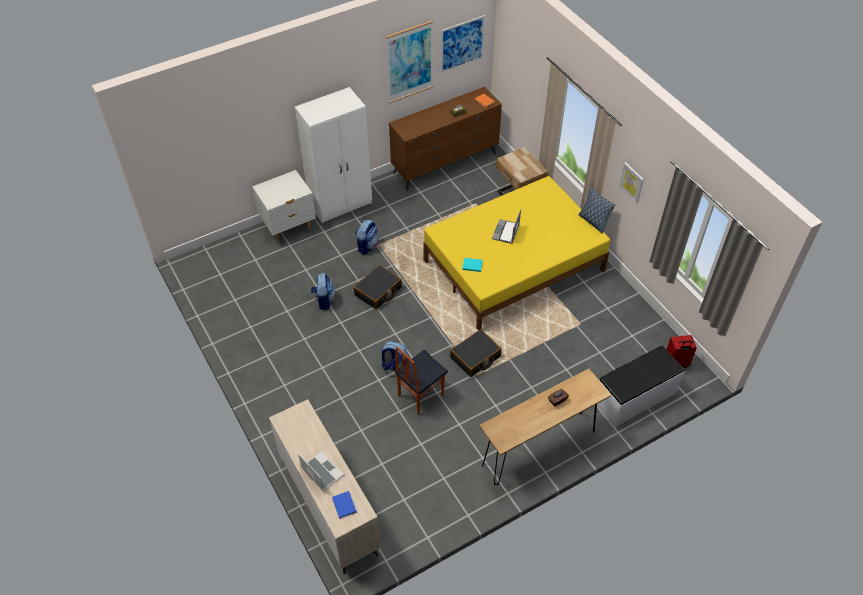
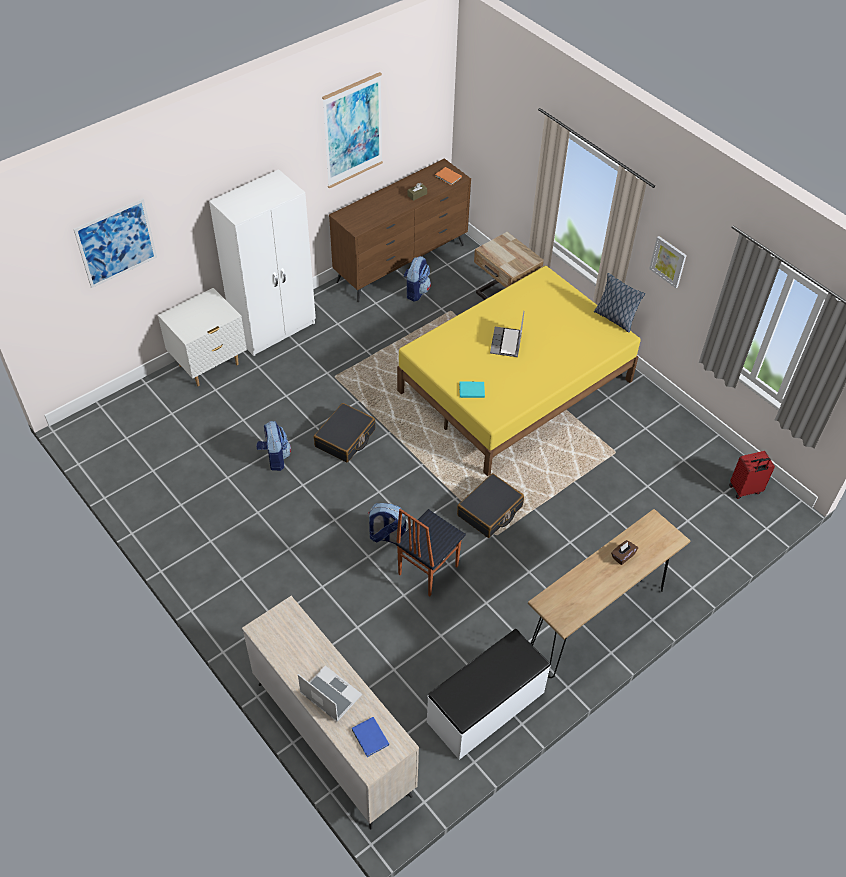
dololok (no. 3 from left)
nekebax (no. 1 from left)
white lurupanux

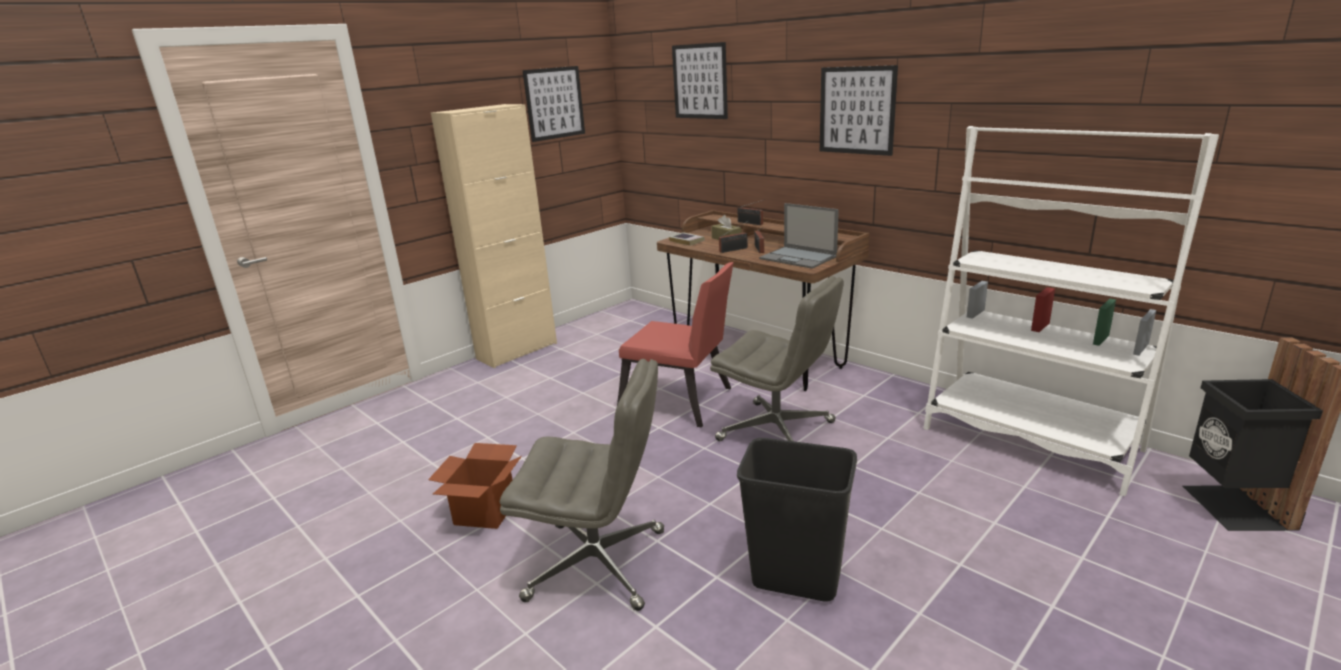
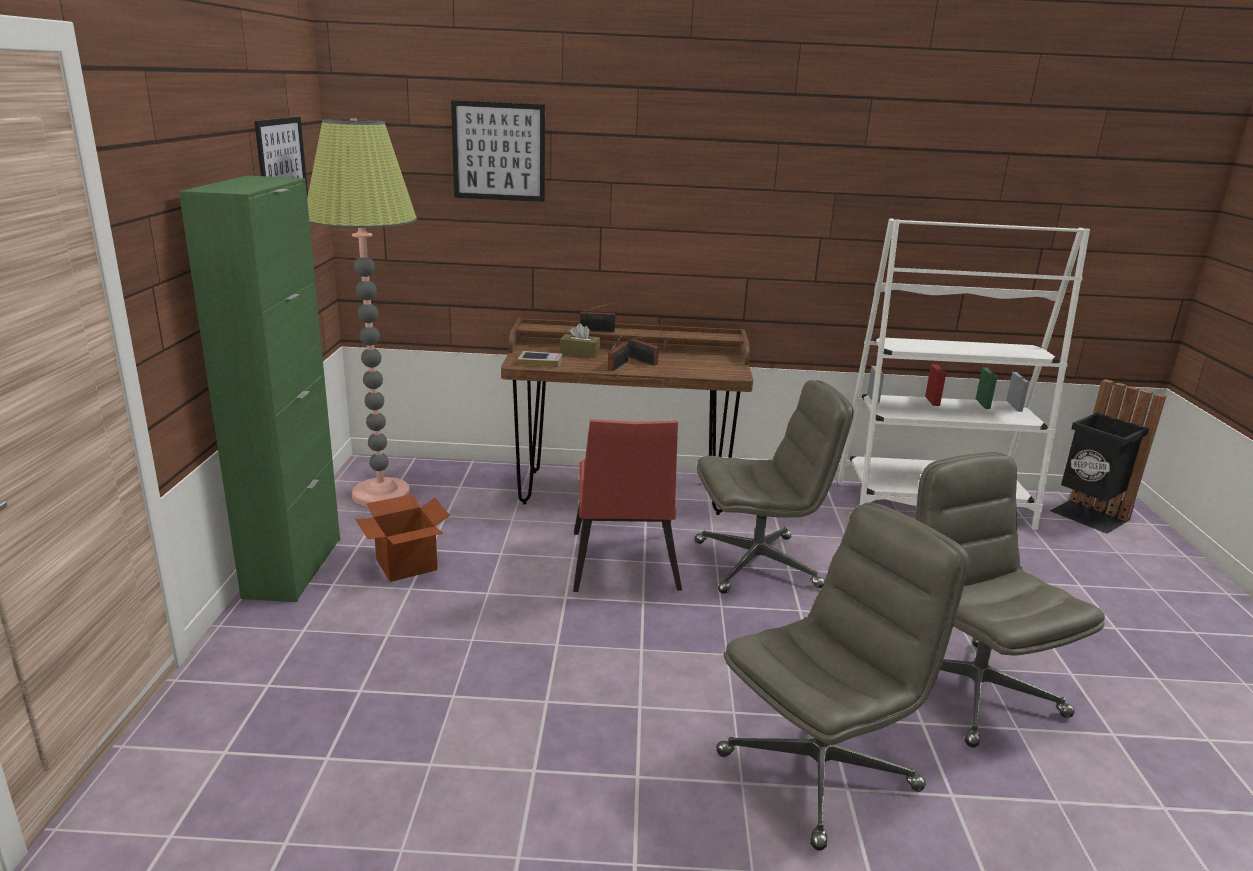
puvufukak
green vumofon
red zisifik
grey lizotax (no. 3 from left)
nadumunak
nekebax (no. 3 from left in the first image)
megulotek

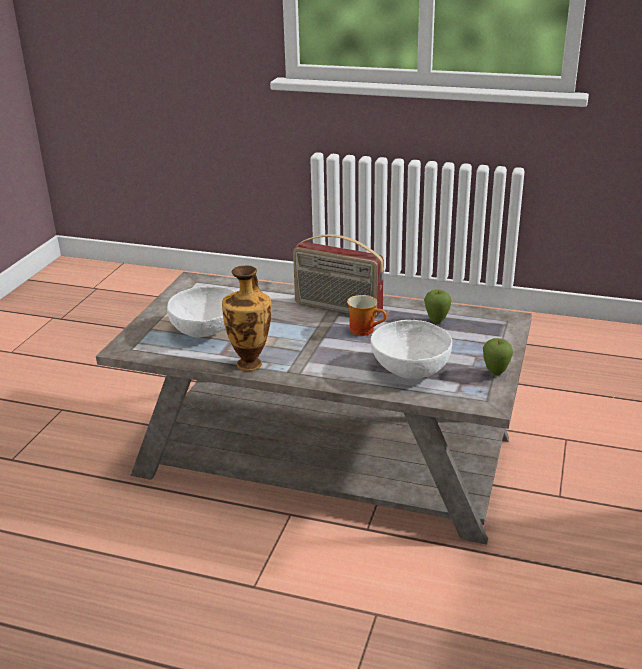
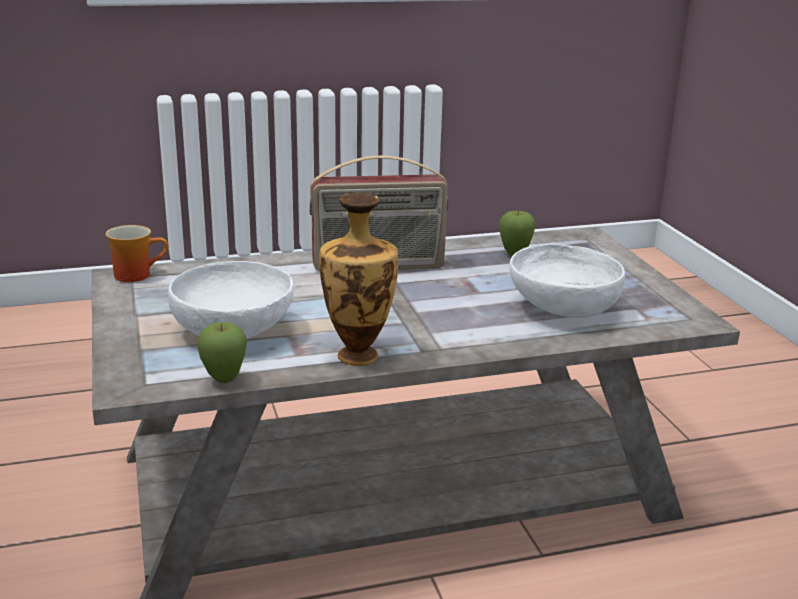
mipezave
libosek (no. 1 from left)

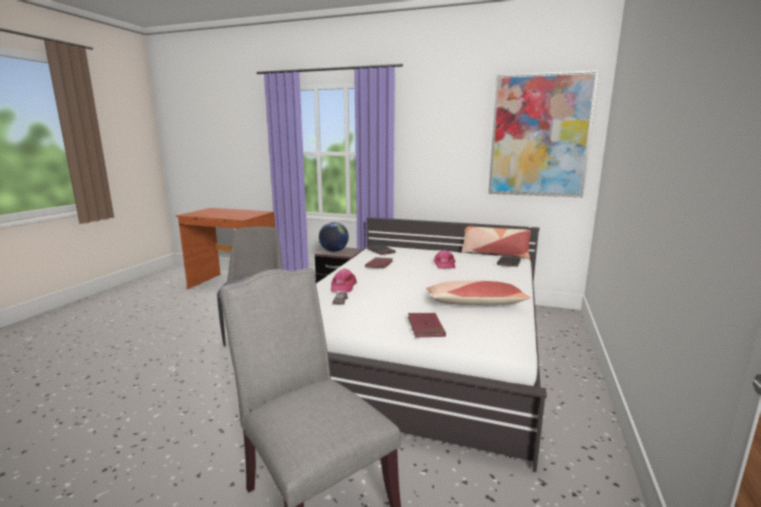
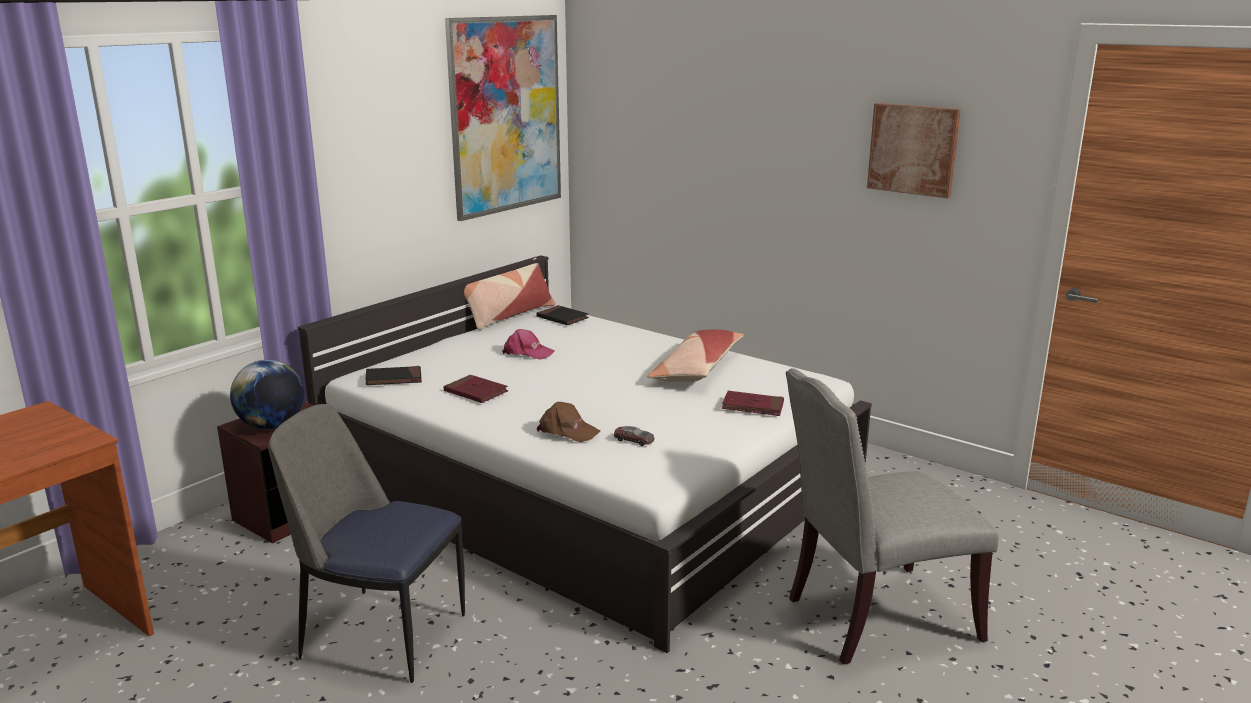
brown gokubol
nekebax (no. 2 from left)

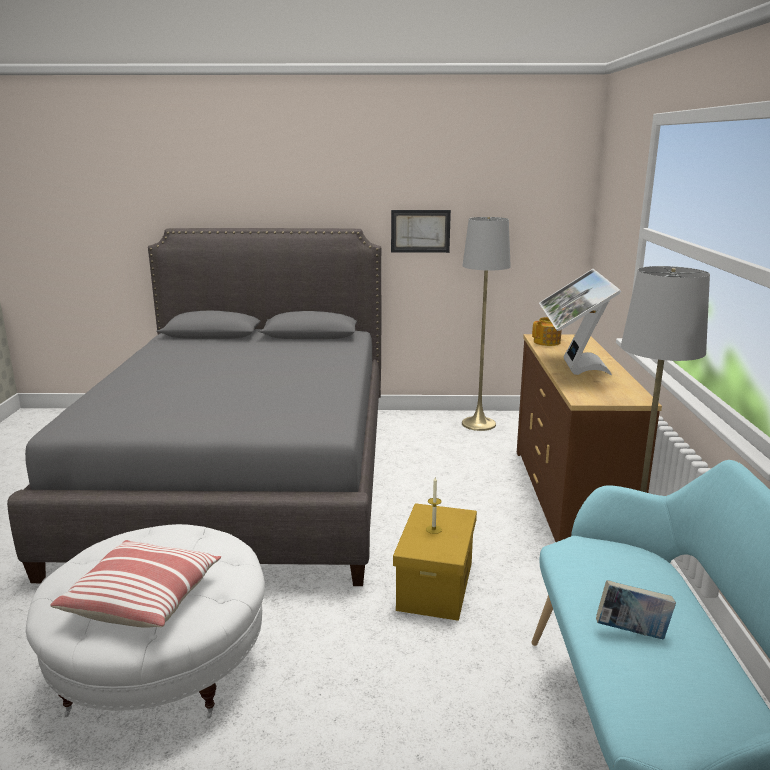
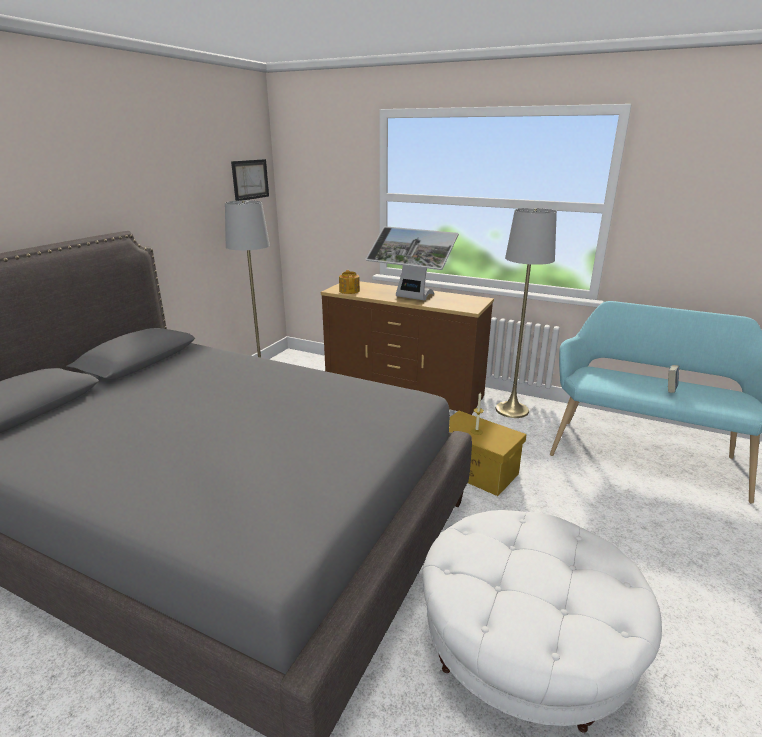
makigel
nekebax

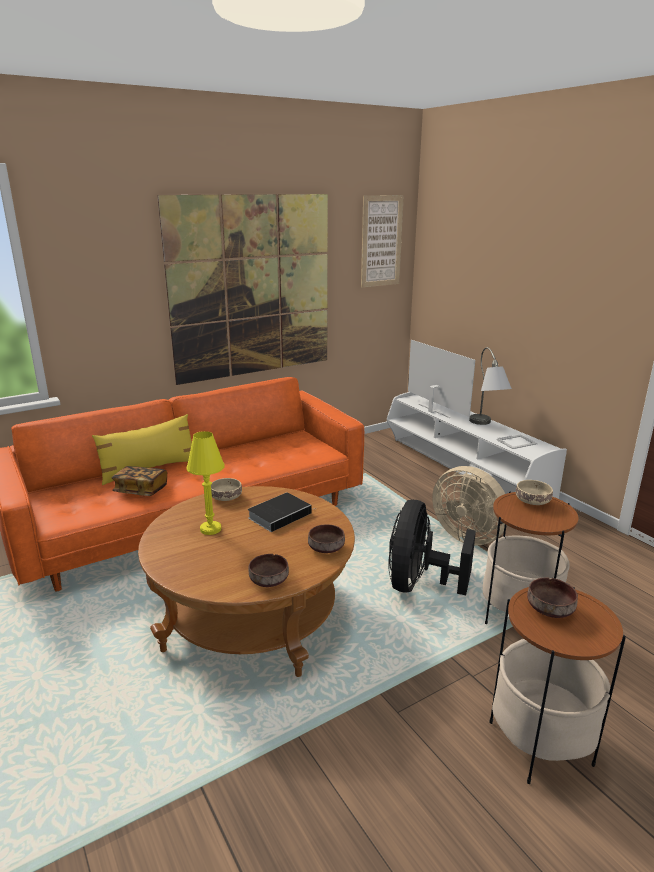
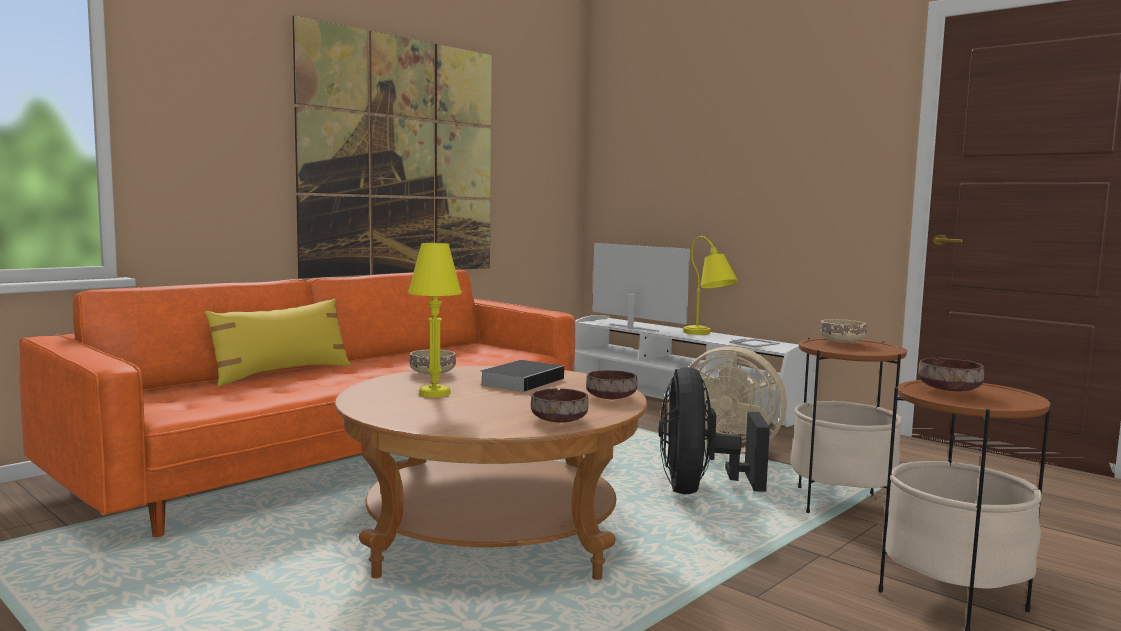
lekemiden (no. 1 from left in the first image)
nekebax (no. 2 from left in the first image)
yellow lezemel (no. 2 from left)

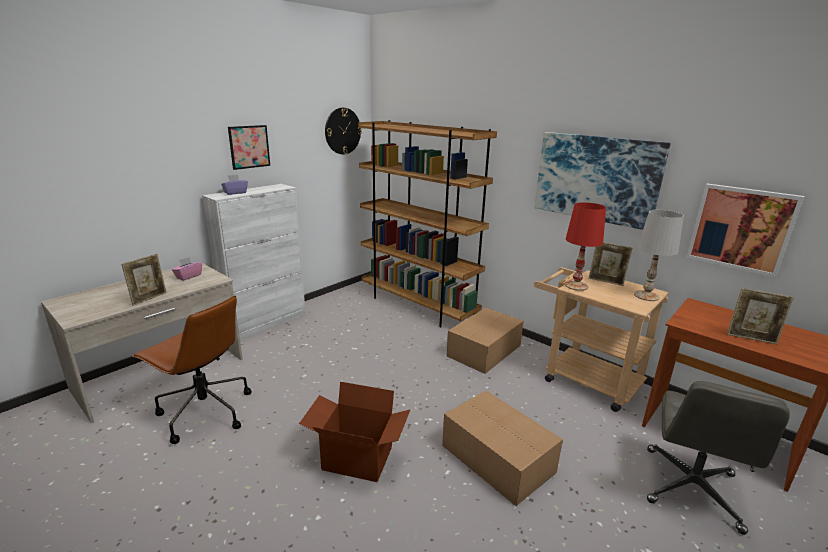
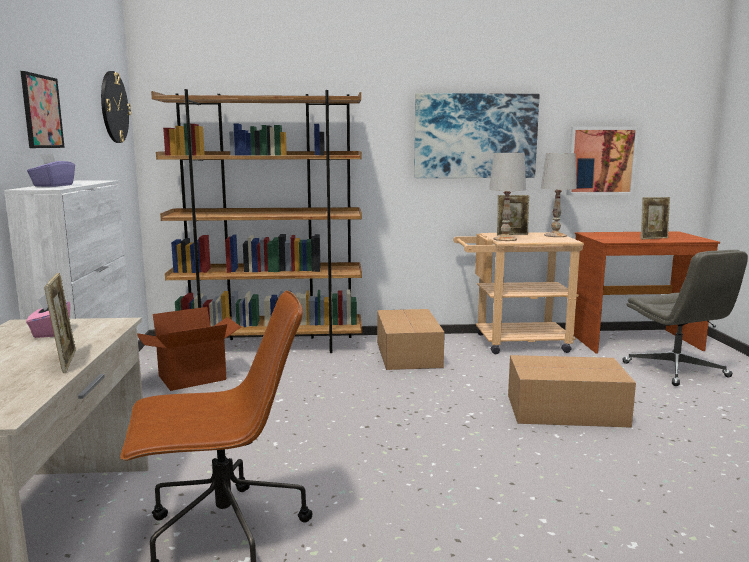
puvufukak (no. 1 from left)
white lezemel (no. 1 from left)

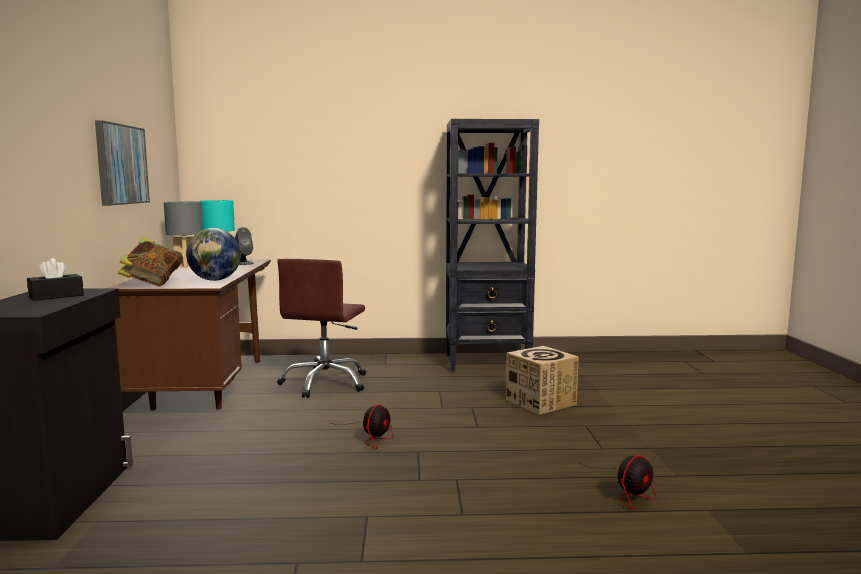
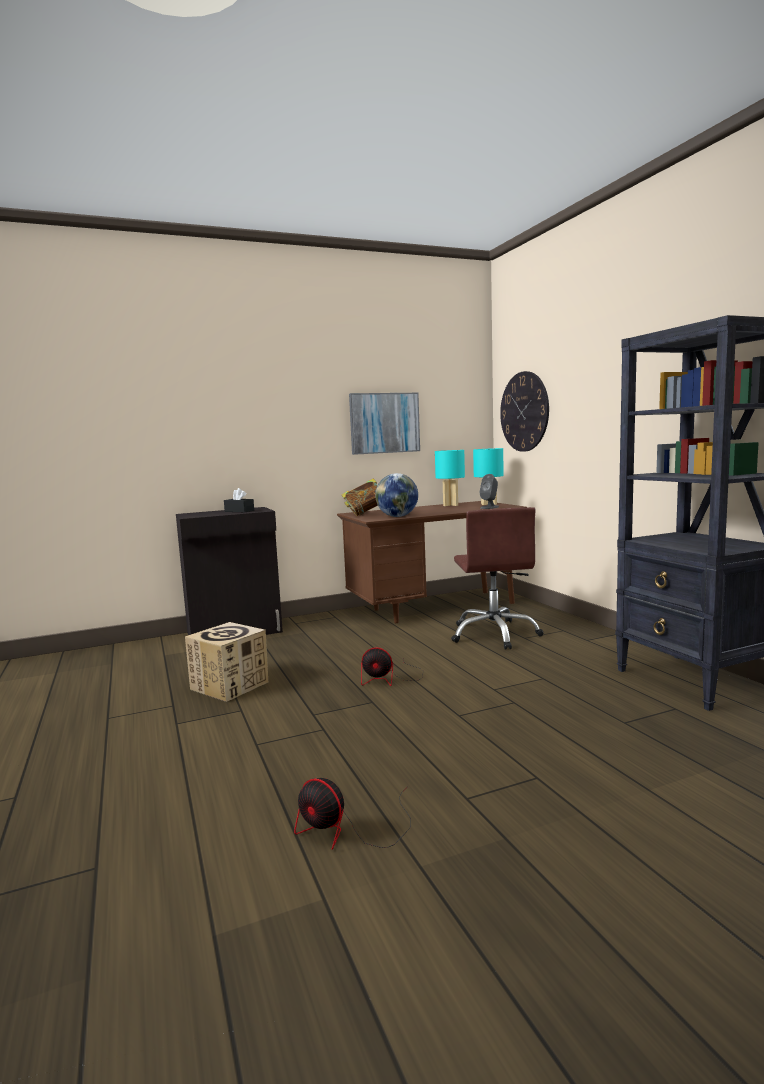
turquoise lezemel (no. 1 from left)
brown lizotax
puvufukak
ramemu

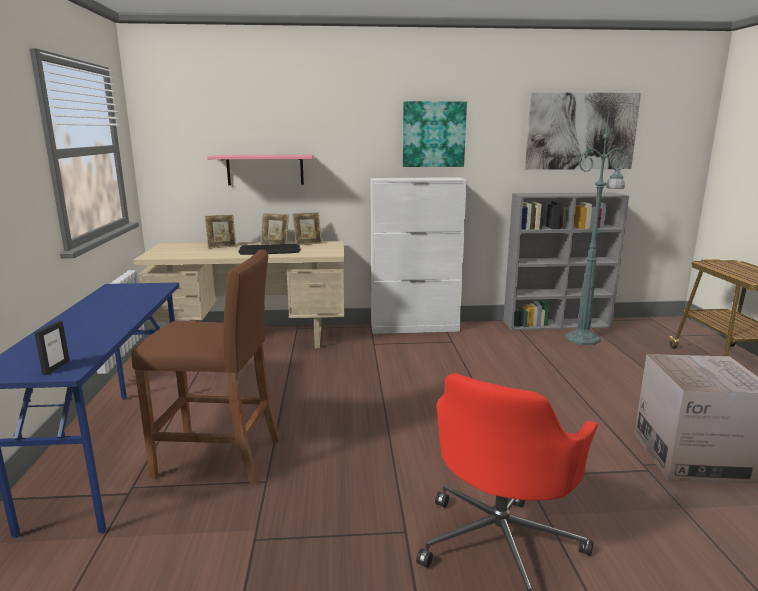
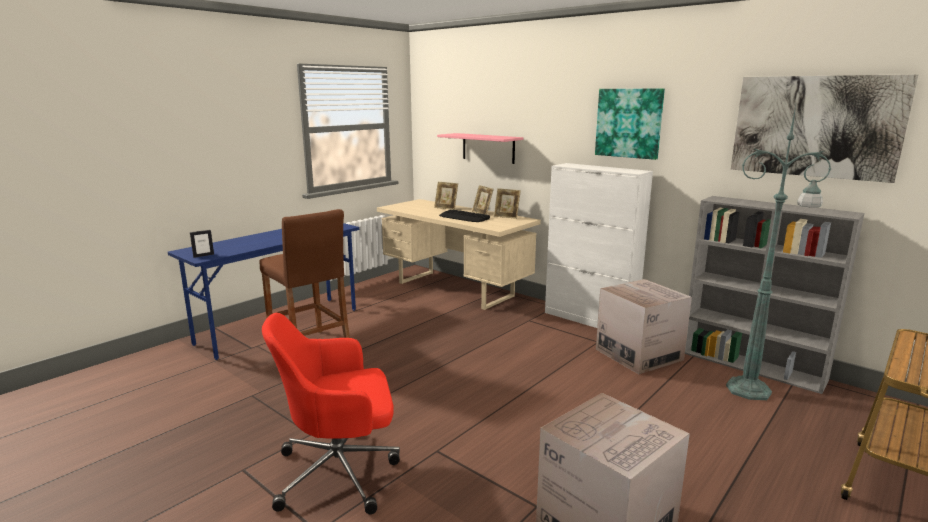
puvufukak (no. 2 from left)

